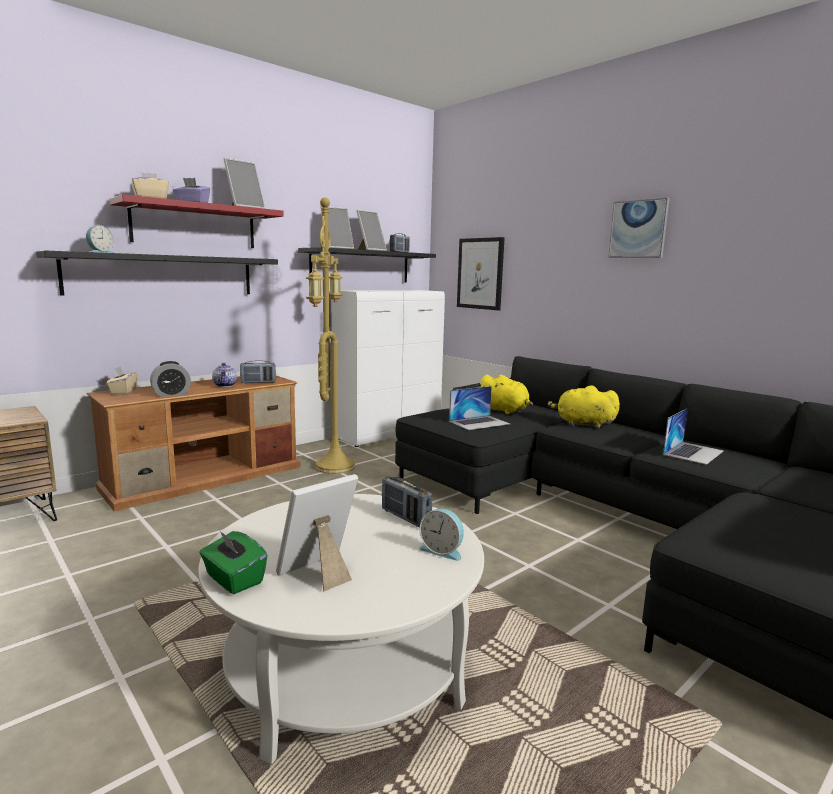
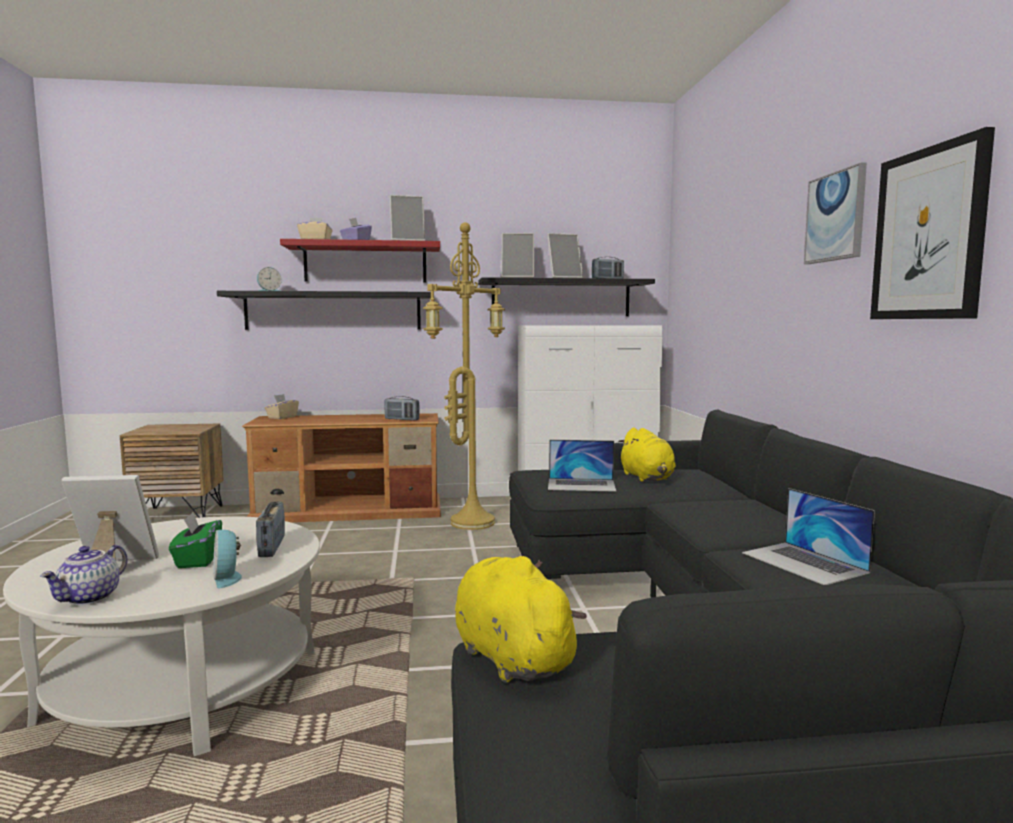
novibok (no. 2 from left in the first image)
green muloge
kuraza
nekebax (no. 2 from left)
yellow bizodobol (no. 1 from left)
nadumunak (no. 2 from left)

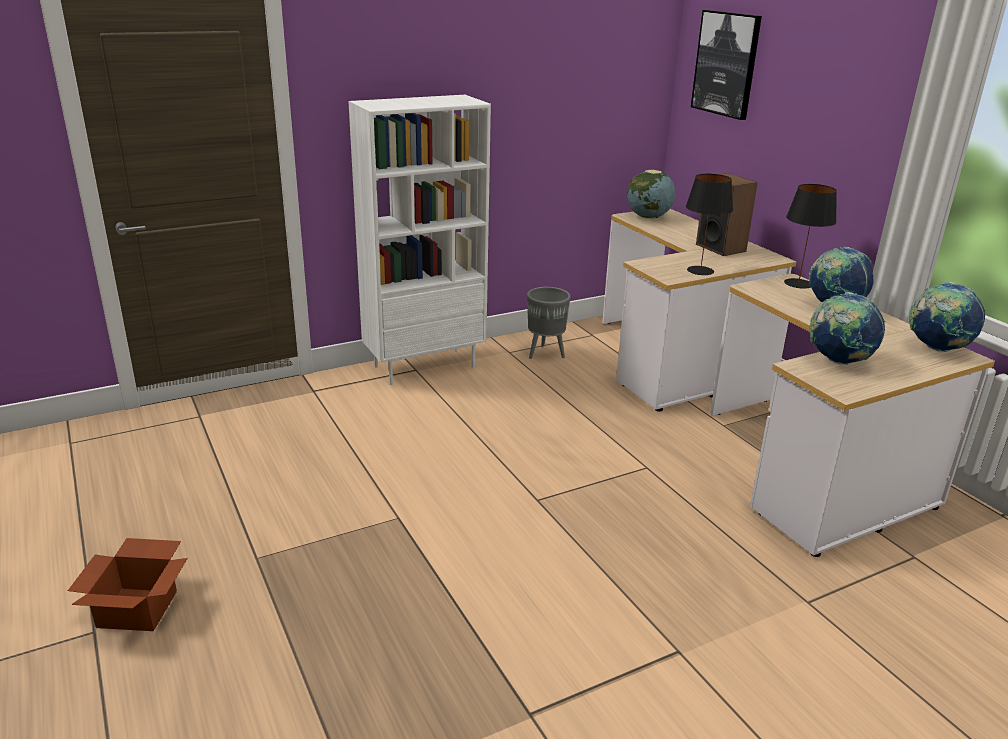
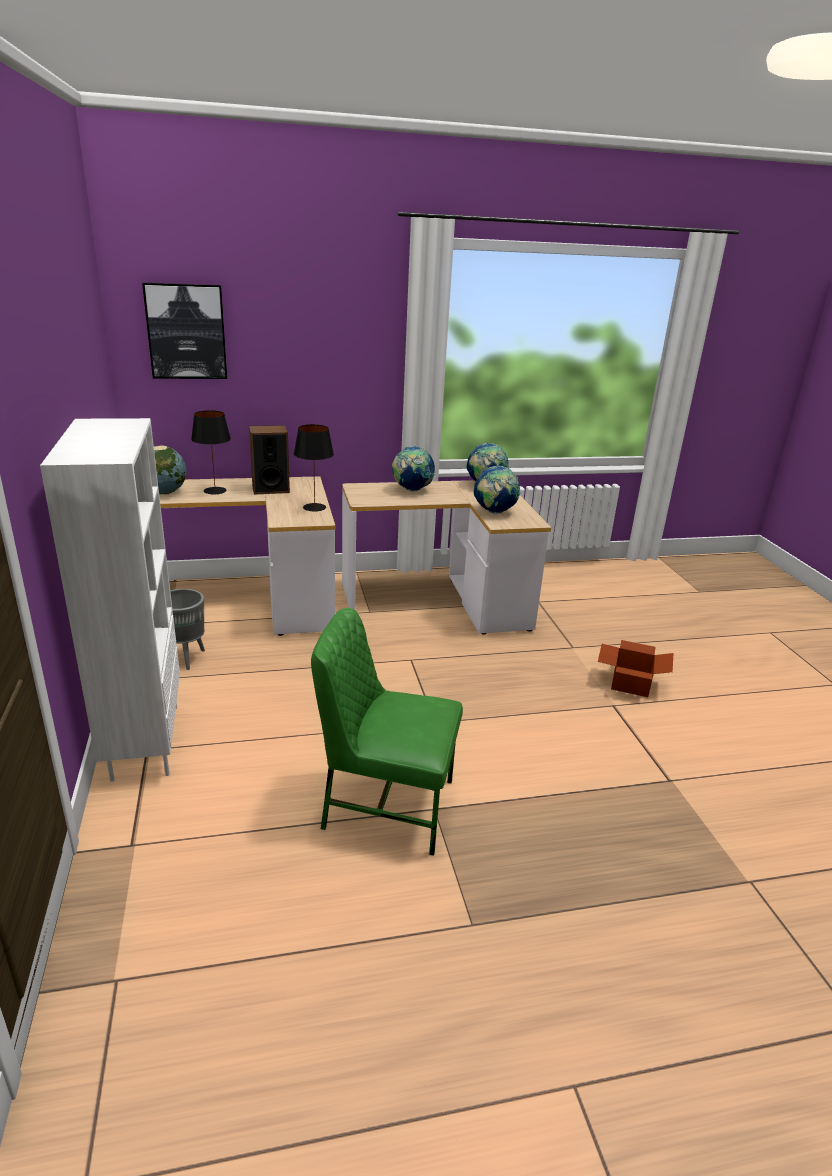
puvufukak
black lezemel (no. 1 from left)
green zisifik

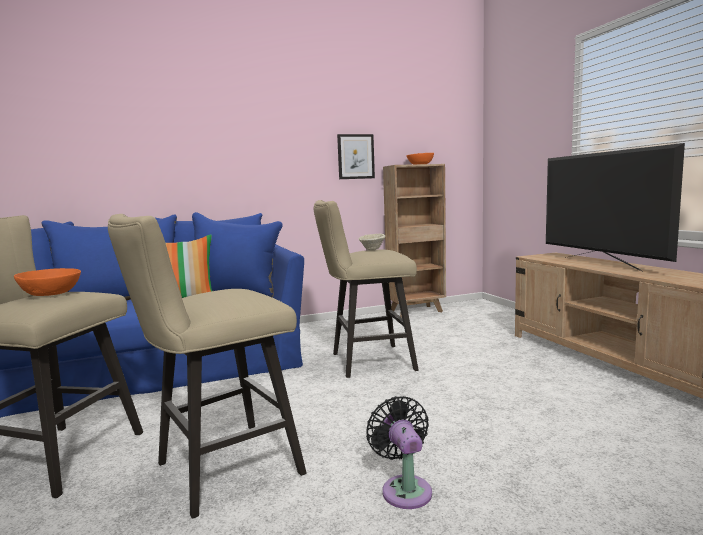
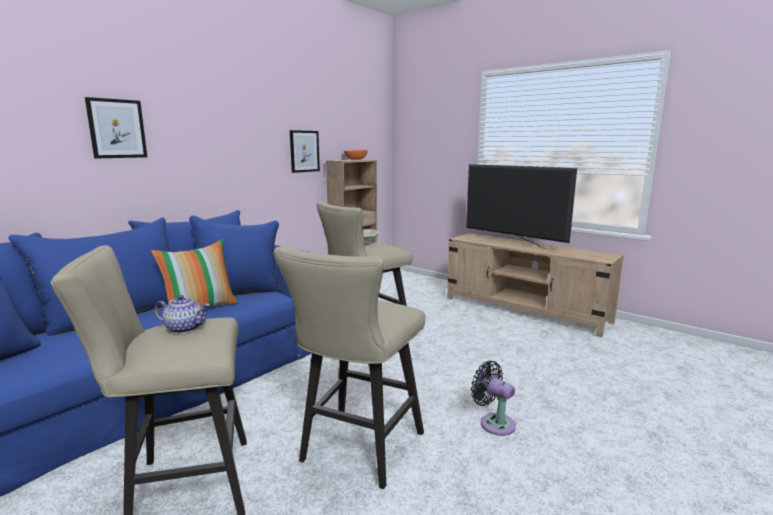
kuraza
nekebax (no. 1 from left)

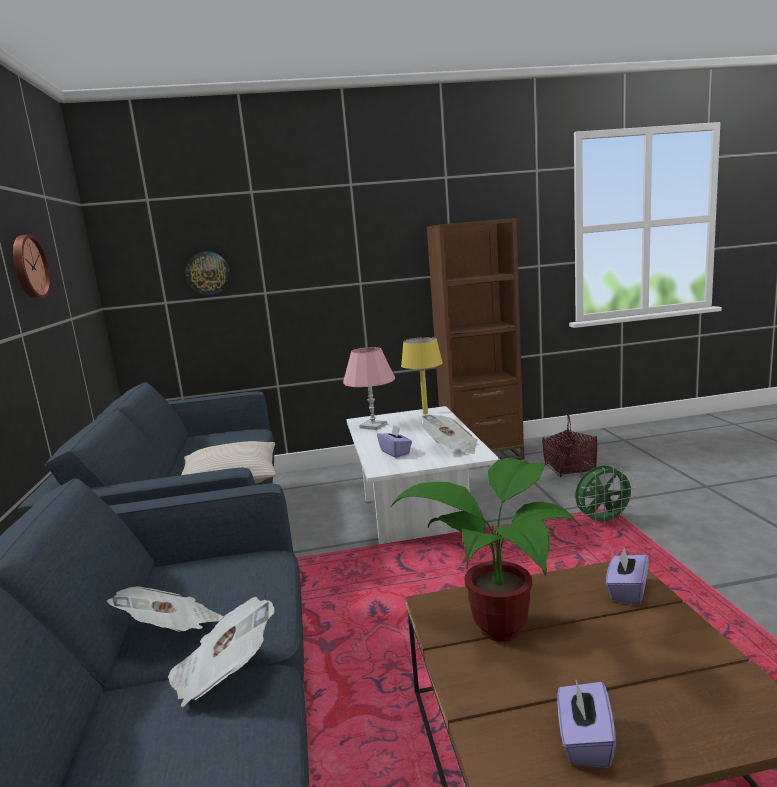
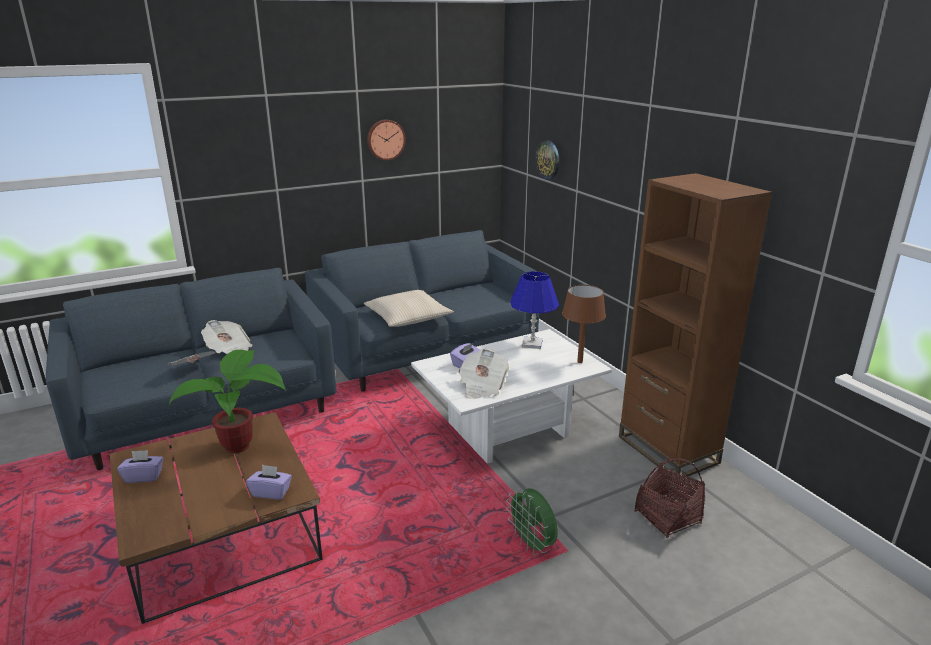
blue lezemel
brown lezemel

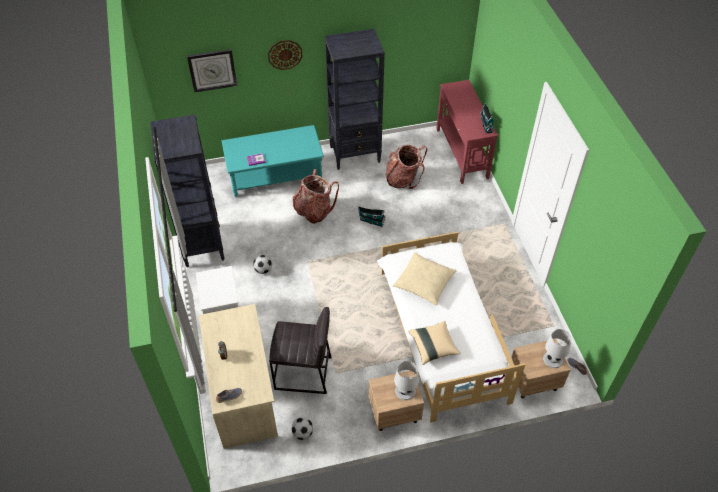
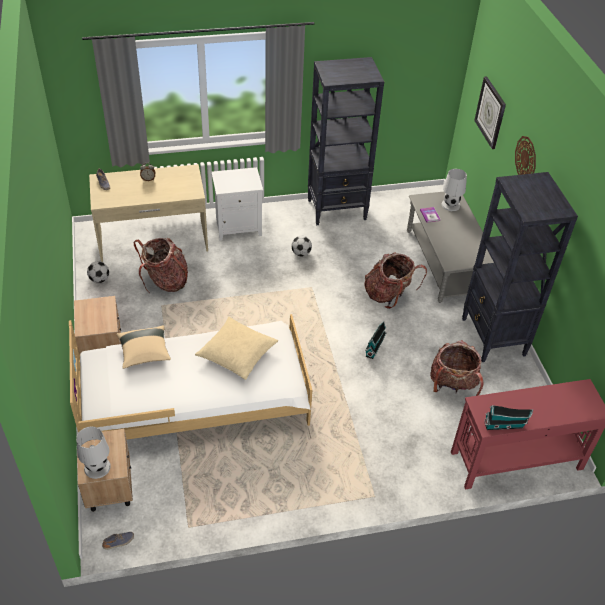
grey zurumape
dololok (no. 1 from left)
white lezemel (no. 2 from left)

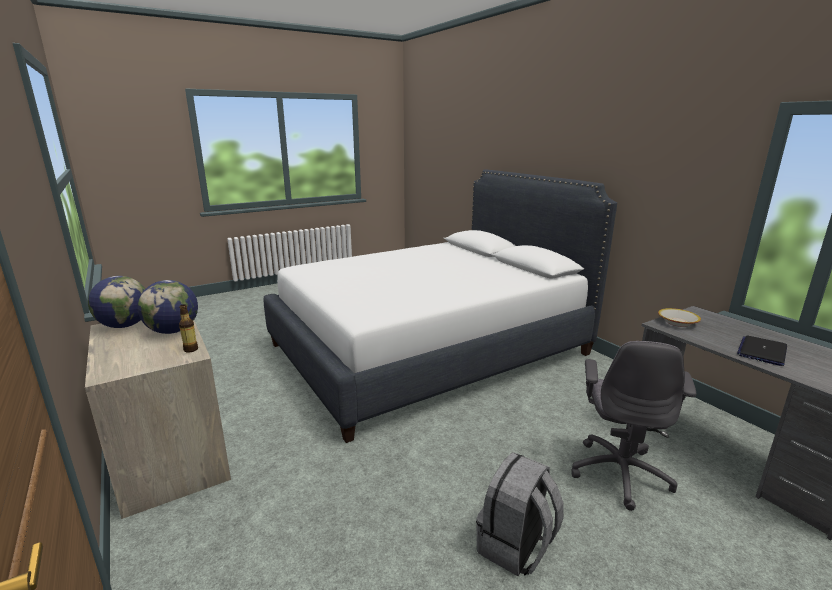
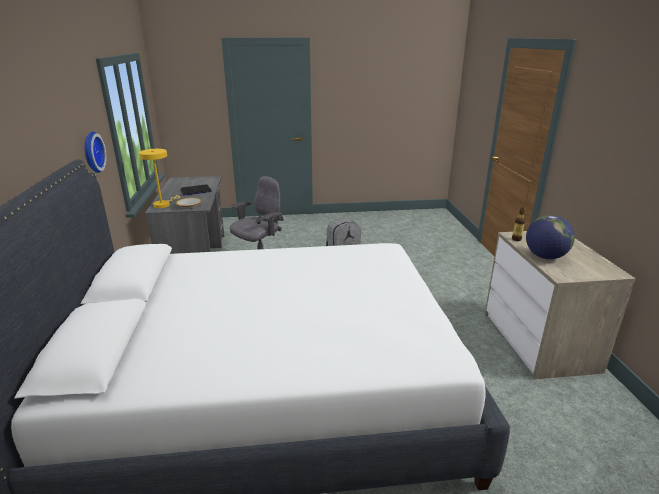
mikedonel (no. 1 from left in the first image)
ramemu
yellow lezemel

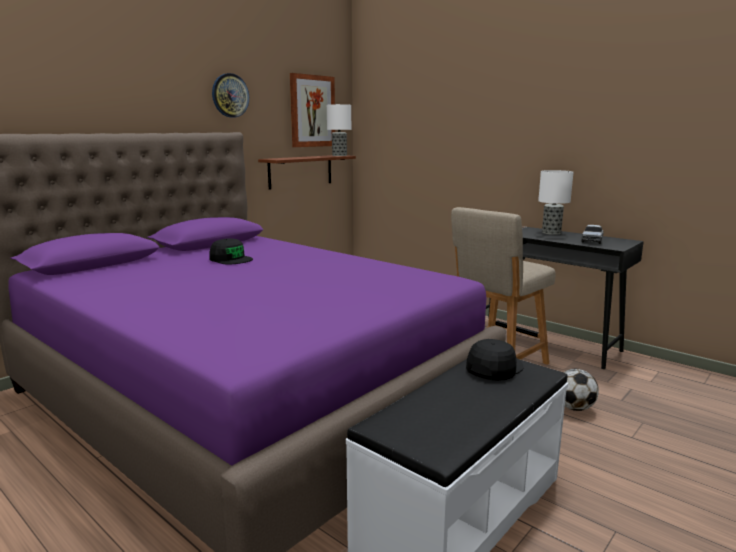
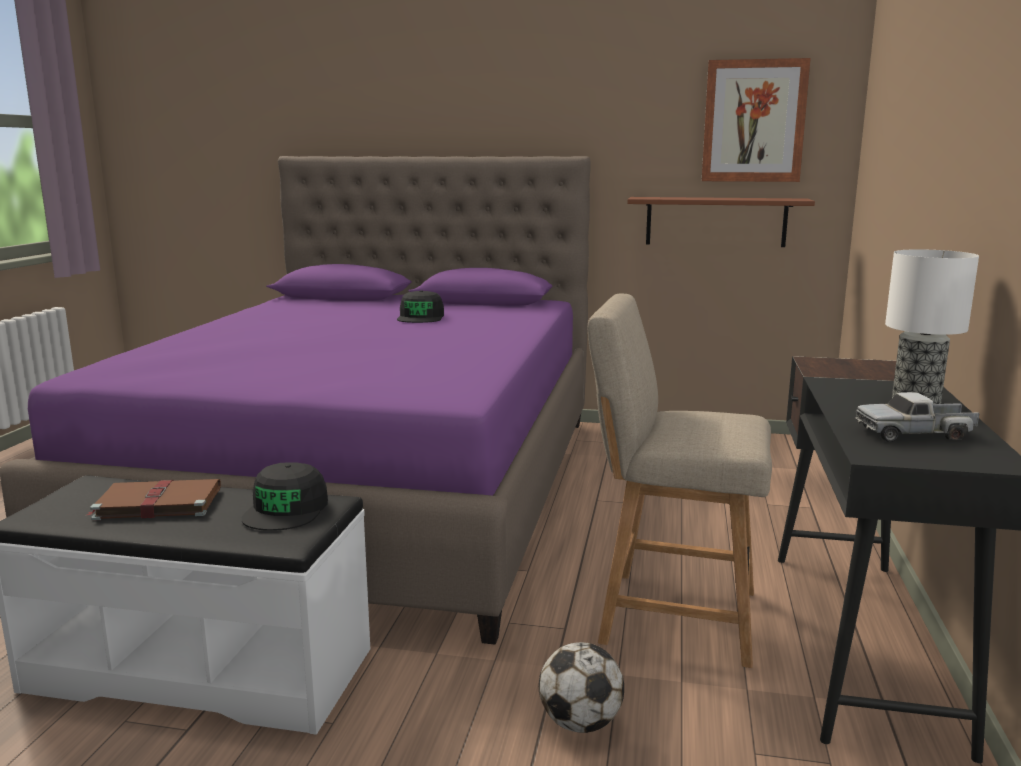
ramemu
lezemel (no. 1 from left in the first image)
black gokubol (no. 1 from left)
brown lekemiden

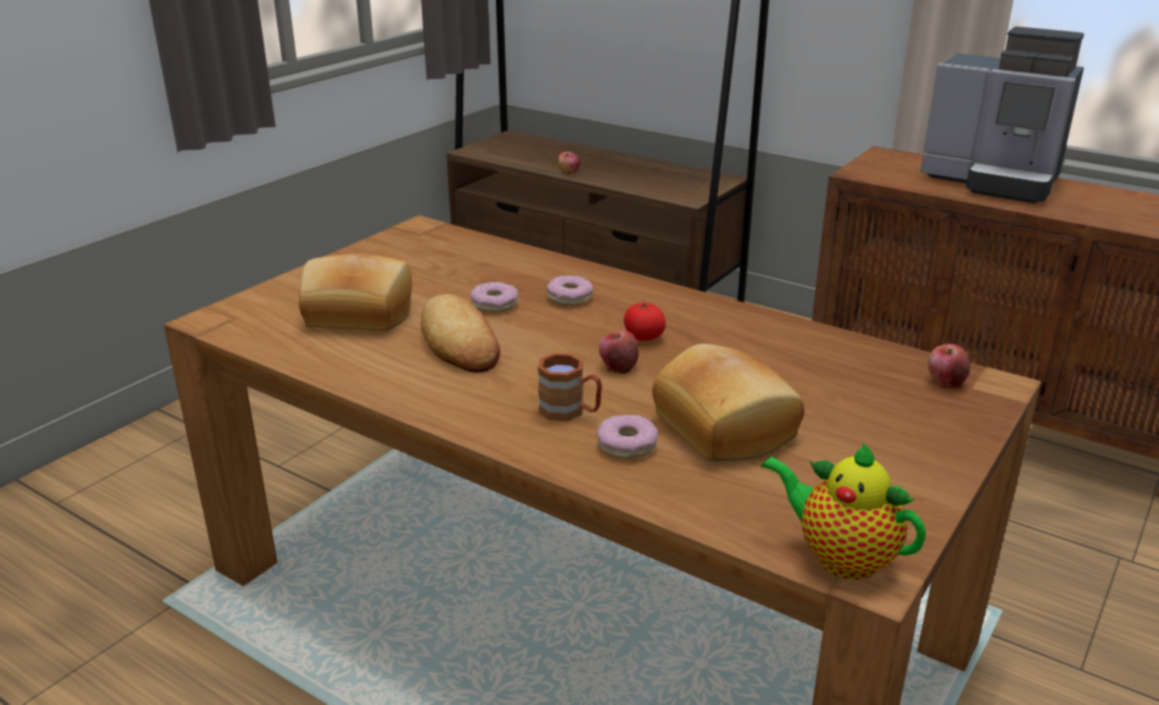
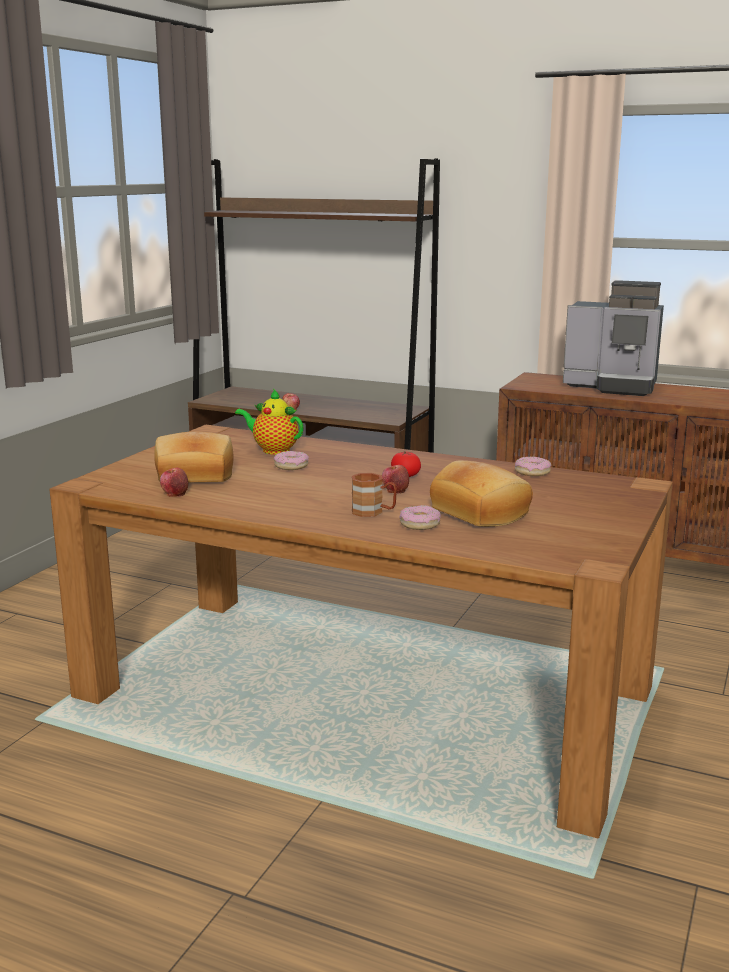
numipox (no. 2 from left in the first image)
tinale (no. 3 from left)
kuraza
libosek (no. 1 from left)

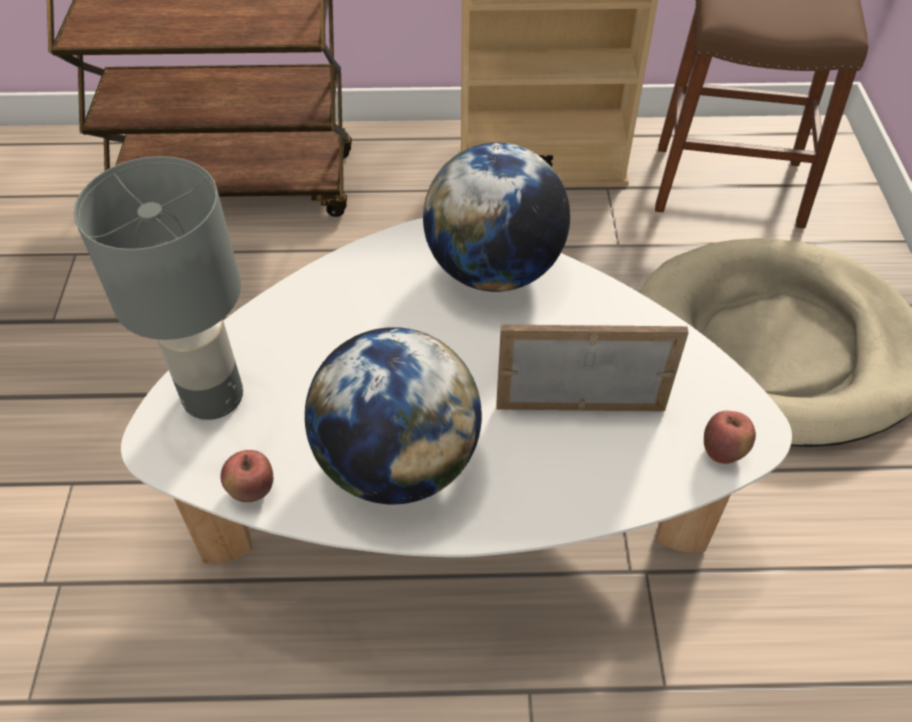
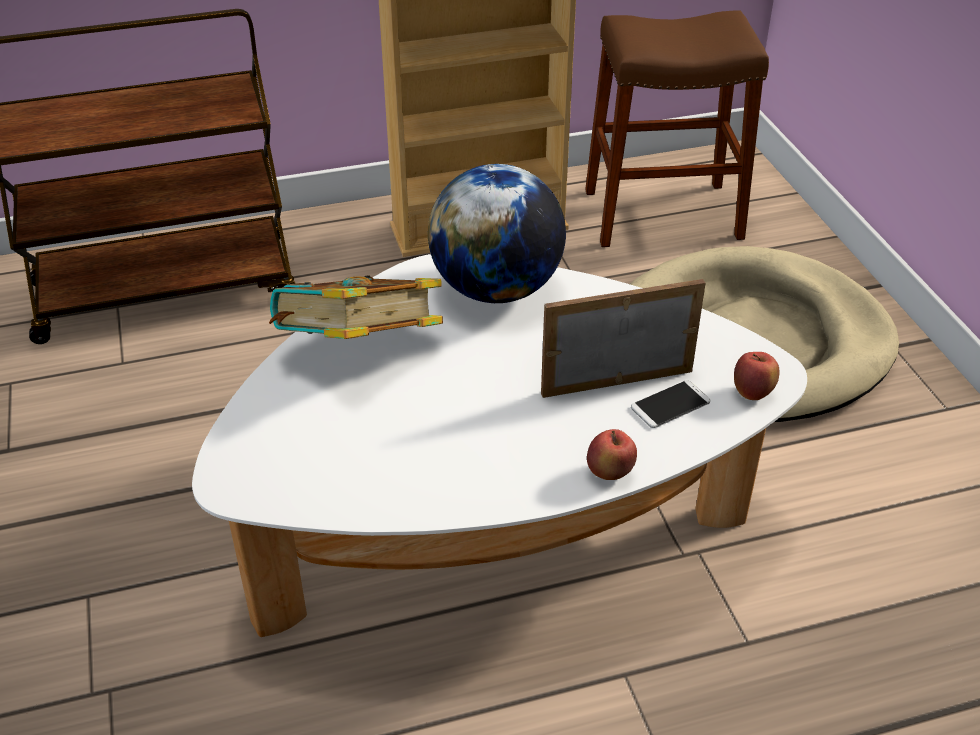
grey lezemel
libosek (no. 1 from left)
mikedonel (no. 1 from left in the first image)
lekemiden
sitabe

